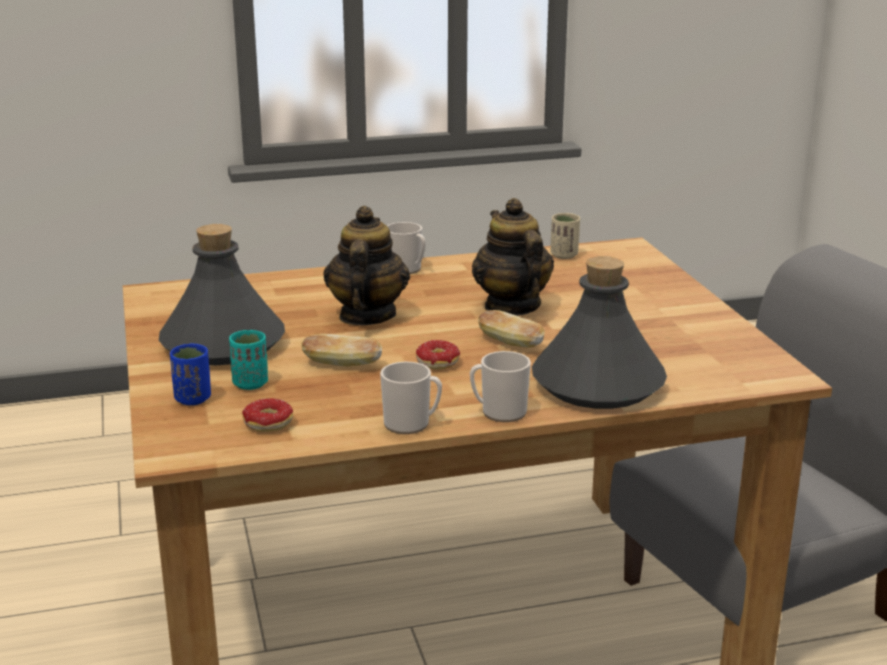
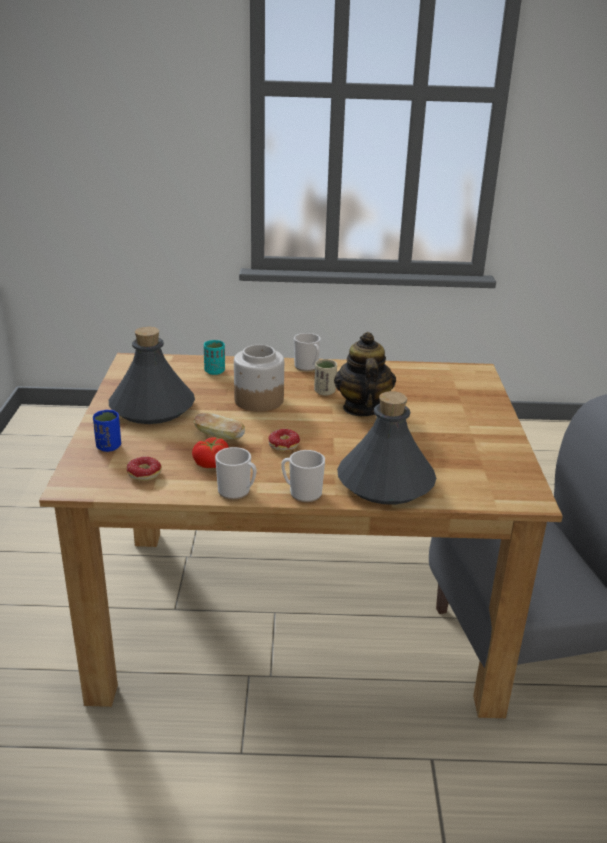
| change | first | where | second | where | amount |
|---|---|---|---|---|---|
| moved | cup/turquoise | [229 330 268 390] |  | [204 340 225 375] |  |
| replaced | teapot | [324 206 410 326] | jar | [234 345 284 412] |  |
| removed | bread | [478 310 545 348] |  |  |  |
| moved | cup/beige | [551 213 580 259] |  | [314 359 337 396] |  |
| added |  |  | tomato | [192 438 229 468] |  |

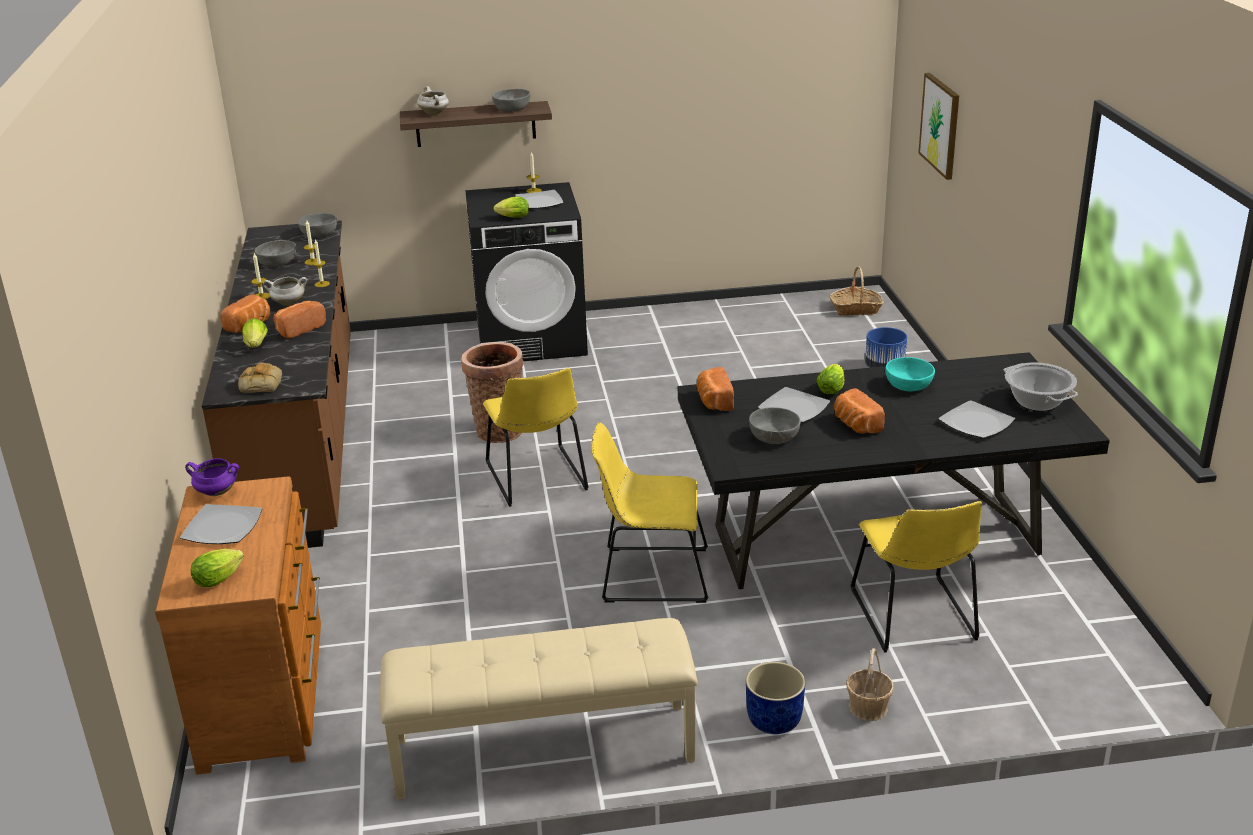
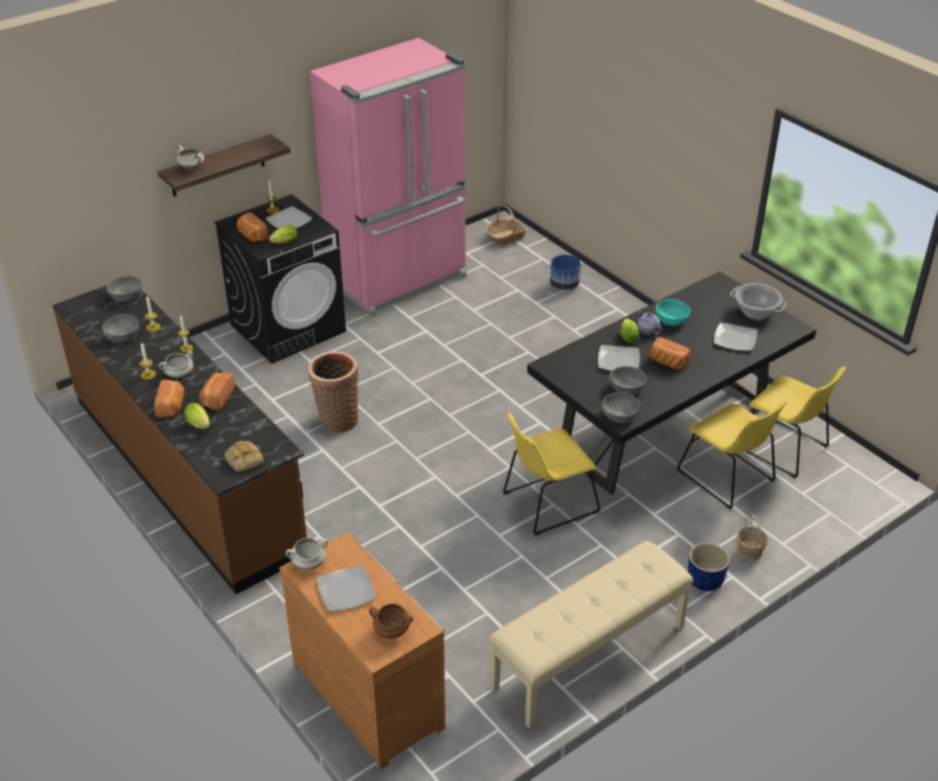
| change | first | where | second | where | amount |
|---|---|---|---|---|---|
| recoloured | cooking pot/purple | [185 458 239 496] | cooking pot/white | [286 538 328 570] |  |
| replaced | lettuce | [191 549 244 587] | cooking pot/brown | [369 604 413 638] |  |
| moved | chair/yellow | [483 368 588 507] |  | [747 367 846 478] |  |
| moved | bowl/grey | [492 89 530 112] |  | [602 392 640 423] |  |
| moved | bread | [696 367 734 411] |  | [237 212 268 242] |  |
| removed | picture | [918 73 959 180] |  |  |  |
| added |  |  | fridge/pink | [310 38 466 317] |  |
| added |  |  | teapot | [637 309 662 335] |  |

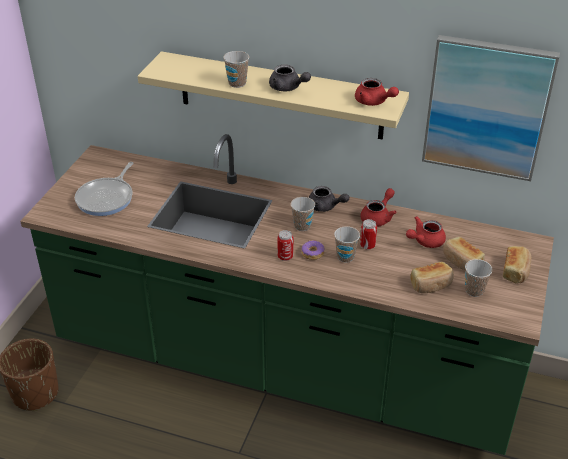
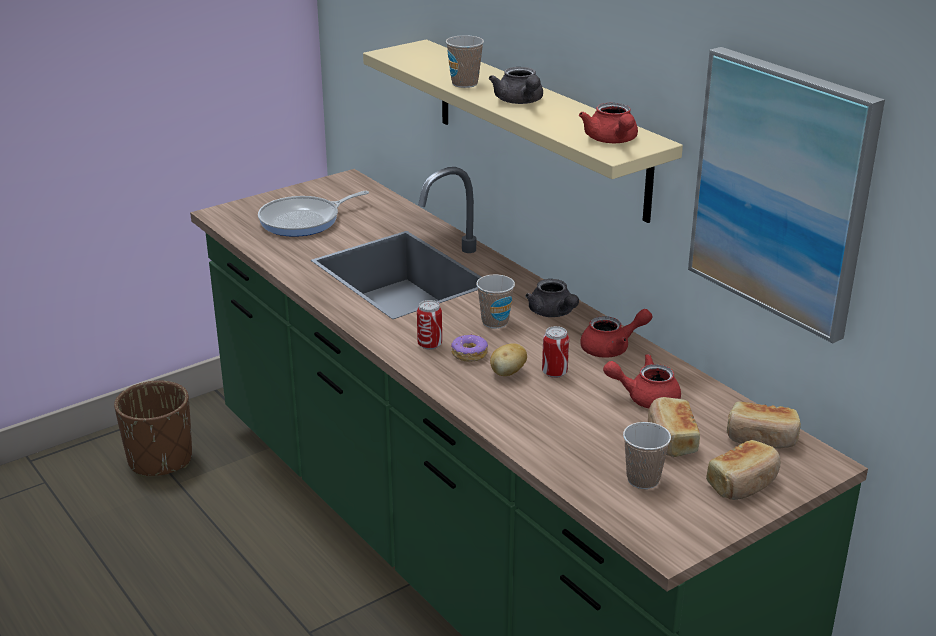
| change | first | where | second | where | amount |
|---|---|---|---|---|---|
| replaced | cup | [334 226 360 263] | potato | [490 343 527 376] |  |
| moved | bread | [410 262 454 293] |  | [727 402 801 449] |  |

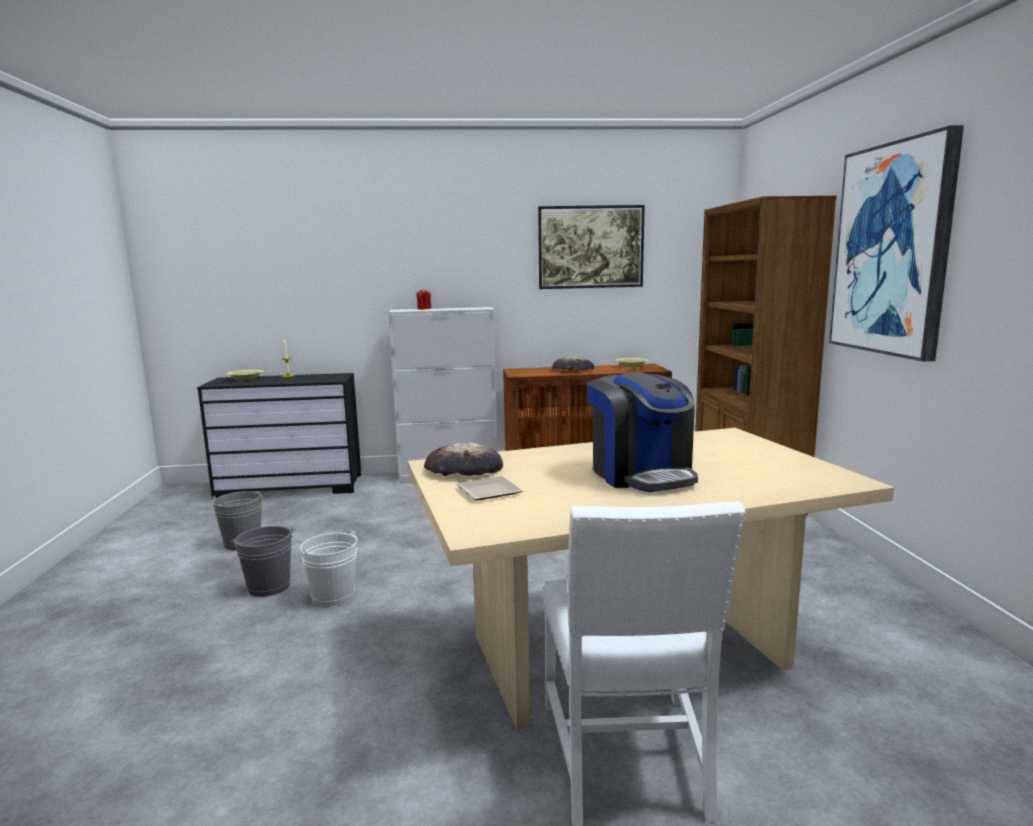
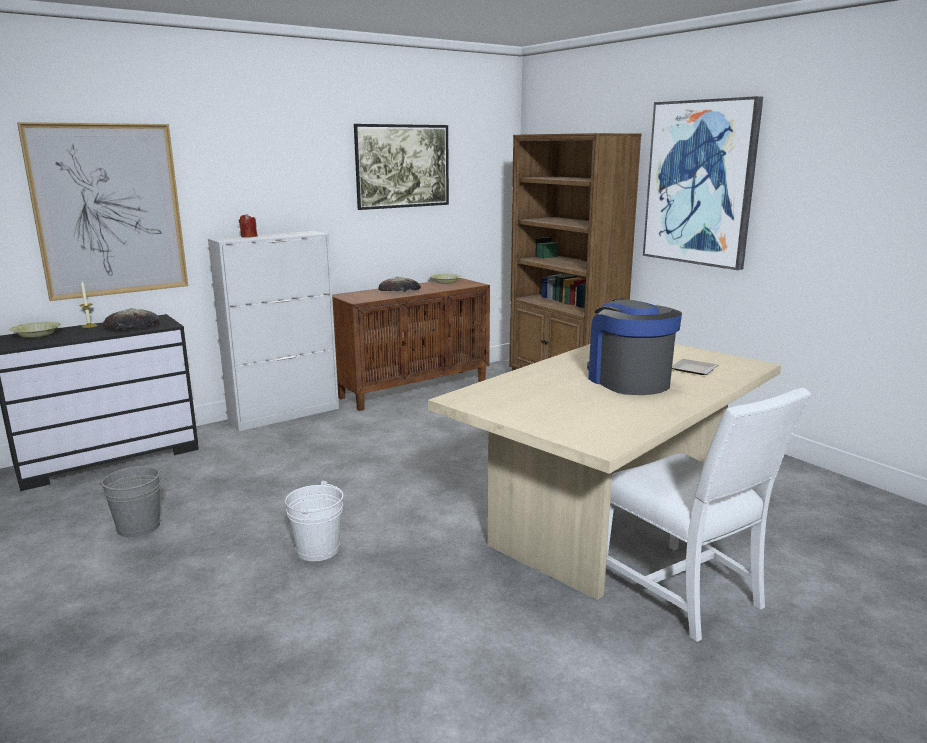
| change | first | where | second | where | amount |
|---|---|---|---|---|---|
| removed | bucket/grey | [231 526 295 597] |  |  |  |
| moved | bread | [424 442 503 476] |  | [103 308 161 329] |  |
| moved | plate | [457 476 523 500] |  | [672 359 718 375] |  |
| turned | coffee machine | [587 372 698 492] |  | [587 298 682 395] | 150 degrees counterclockwise |
| added |  |  | picture | [17 122 188 301] |  |

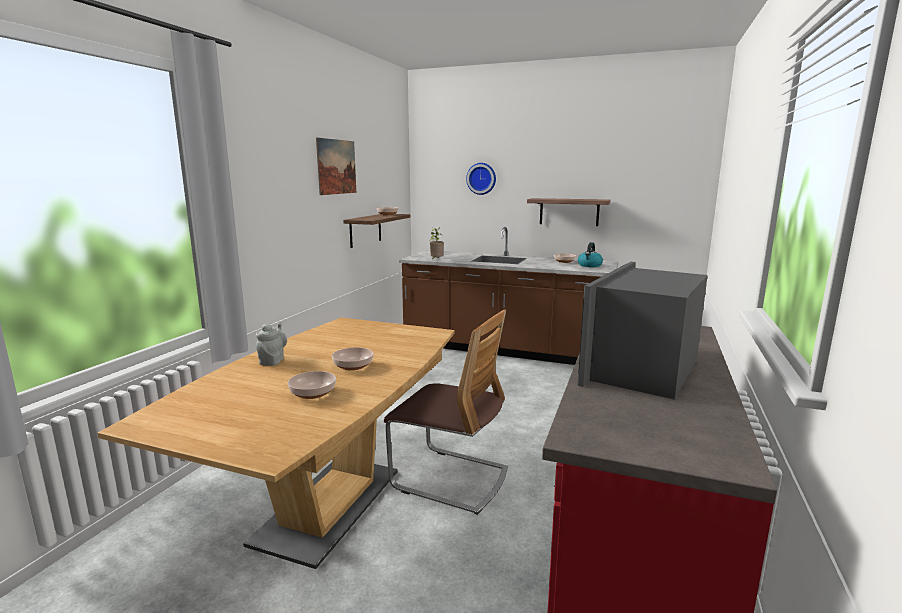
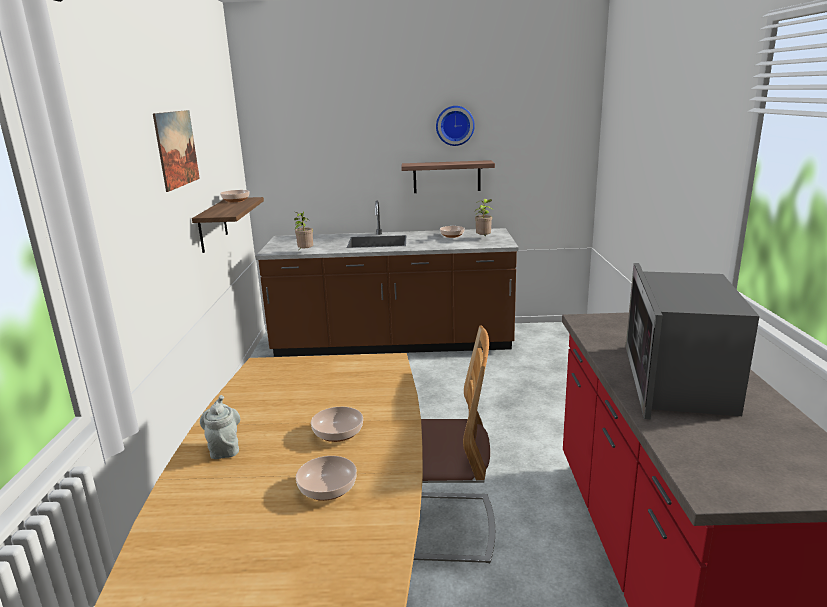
| change | first | where | second | where | amount |
|---|---|---|---|---|---|
| moved | wall clock | [466 163 496 195] |  | [436 106 475 146] |  |
| replaced | kettle | [578 242 603 267] | potted plant | [475 199 492 236] |  |

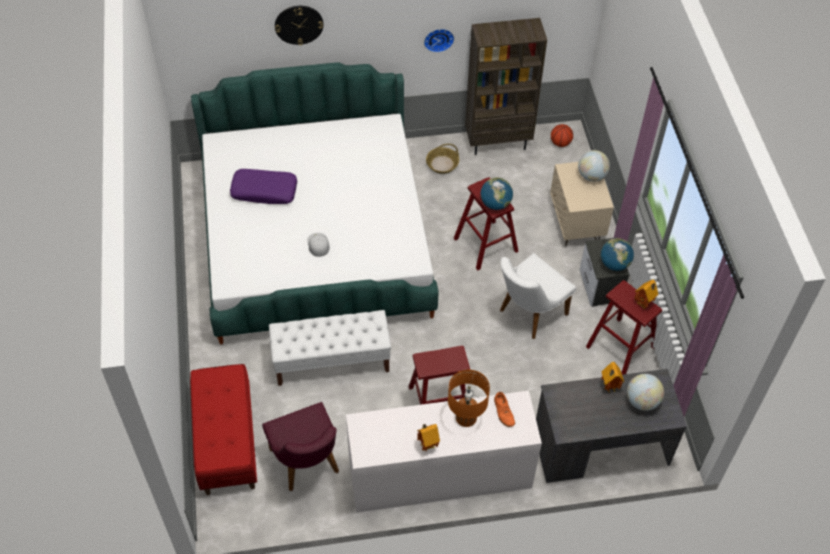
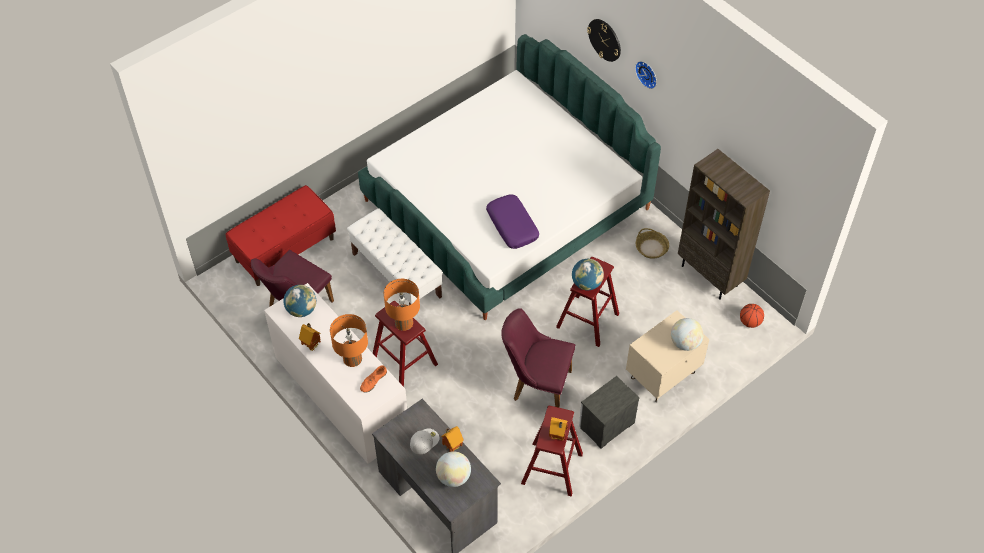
| change | first | where | second | where | amount |
|---|---|---|---|---|---|
| moved | pillow/purple | [230 169 297 204] |  | [486 194 539 249] |  |
| moved | cap/white | [307 233 330 257] |  | [410 428 440 454] |  |
| moved | wall clock | [424 29 454 53] |  | [635 61 657 89] |  |
| recoloured | chair/white | [500 253 576 339] | chair/purple | [501 308 575 408] |  |
| moved | globe | [601 238 634 271] |  | [283 285 316 317] |  |
| added |  |  | table lamp/orange | [384 279 420 331] |  |

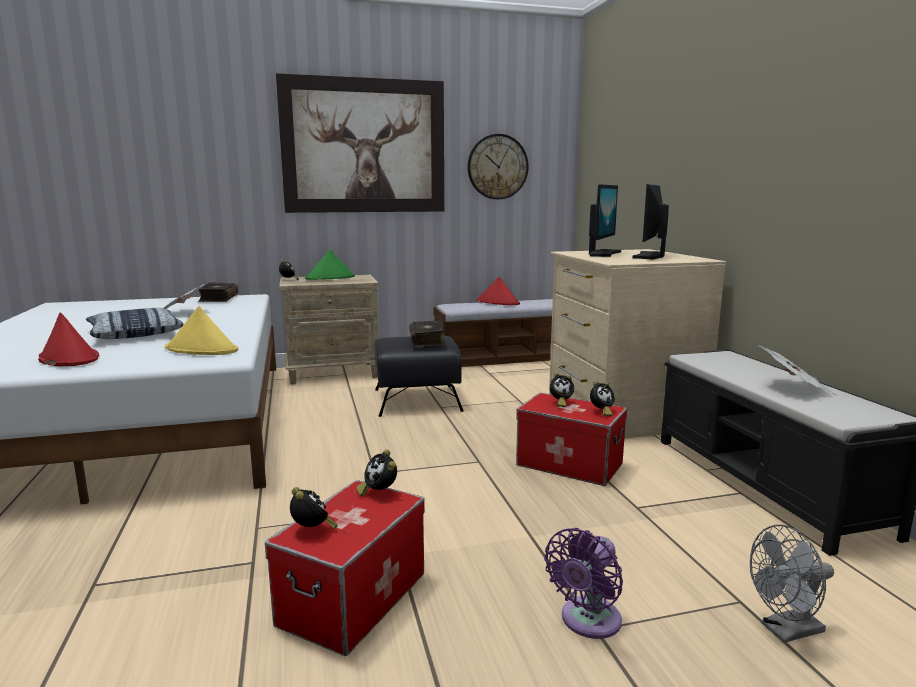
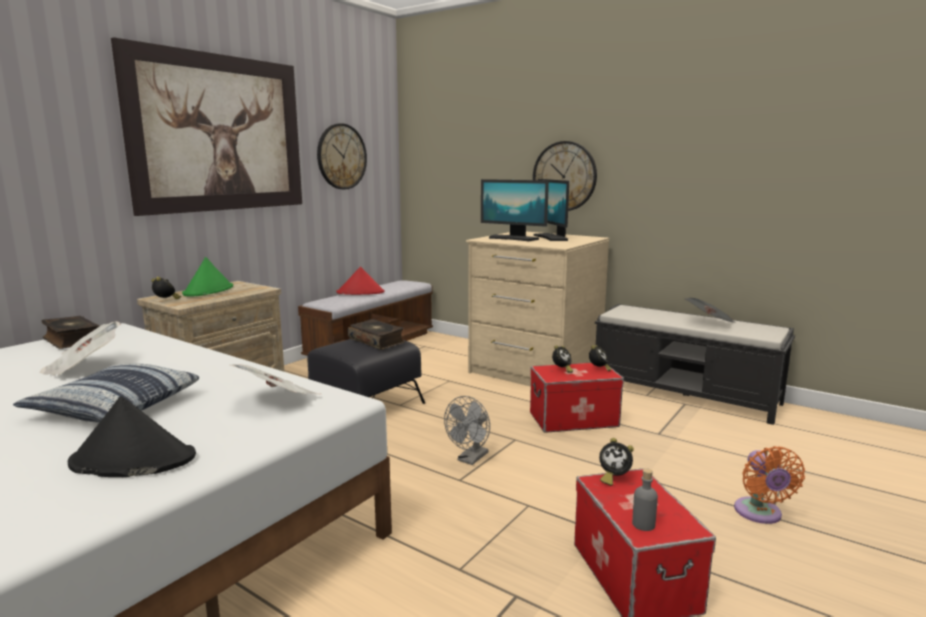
| change | first | where | second | where | amount |
|---|---|---|---|---|---|
| recoloured | hat/red | [38 313 99 366] | hat/black | [68 396 196 477] |  |
| replaced | hat/yellow | [165 306 238 355] | newspaper | [230 364 319 395] |  |
| replaced | alarm clock | [290 487 338 529] | bottle/grey | [632 468 658 531] |  |
| recoloured | fan/purple | [544 528 623 639] | fan/orange | [734 446 805 524] |  |
| turned | monitor | [589 184 621 257] |  | [481 179 549 241] | 135 degrees clockwise |
| moved | fan/grey | [750 525 834 643] |  | [444 396 490 465] |  |
| added |  |  | wall clock | [533 141 597 211] |  |

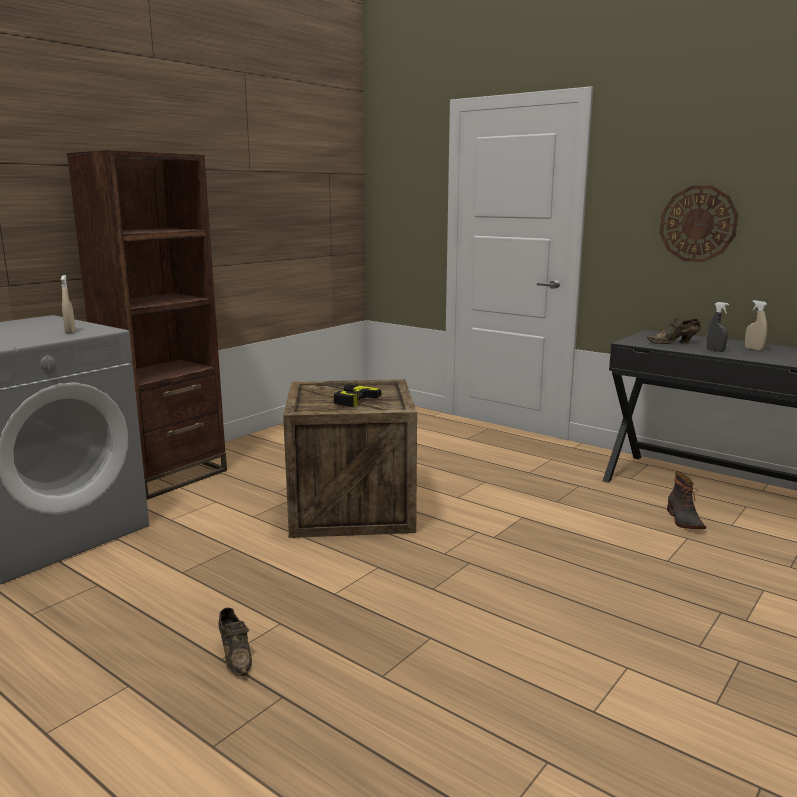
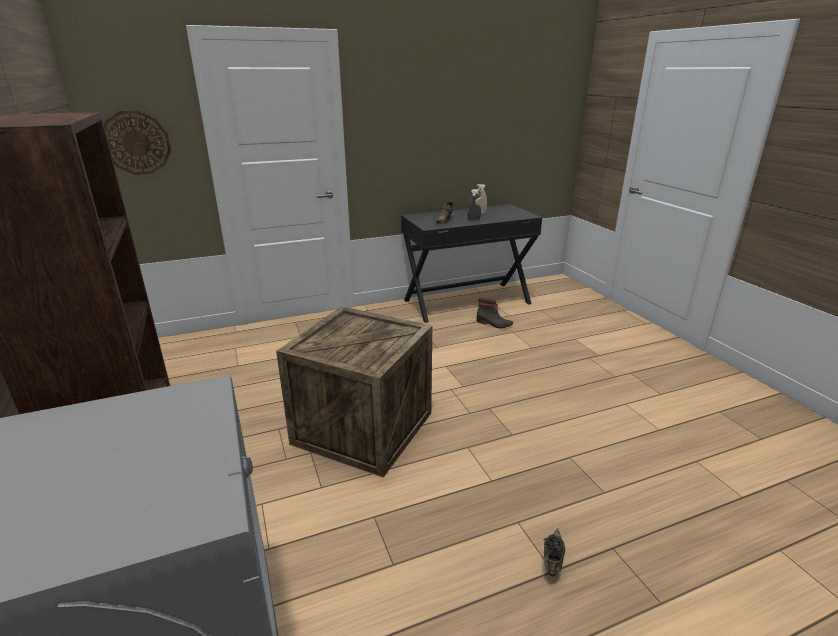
| change | first | where | second | where | amount |
|---|---|---|---|---|---|
| removed | spray bottle/beige | [61 275 75 334] |  |  |  |
| turned | shoe/brown | [218 607 252 676] |  | [544 528 565 576] | 75 degrees counterclockwise |
| removed | power drill | [328 385 381 407] |  |  |  |
| moved | wall clock | [660 186 738 262] |  | [104 111 171 175] |  |

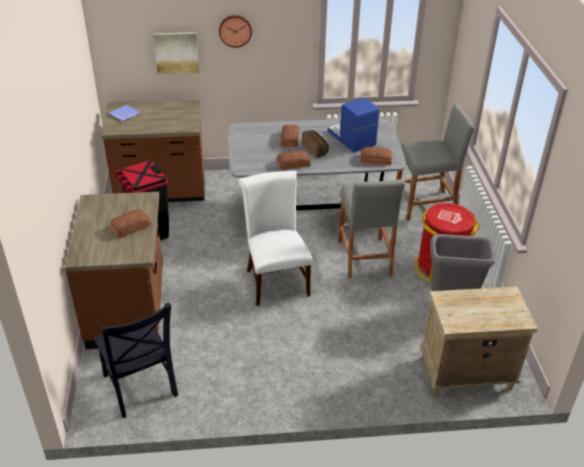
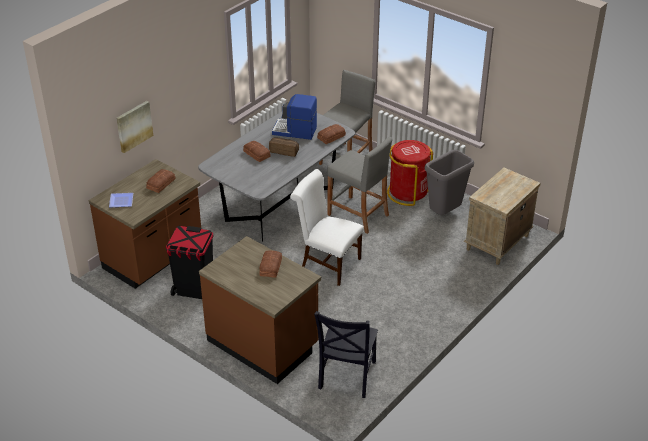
| change | first | where | second | where | amount |
|---|---|---|---|---|---|
| turned | chair/black | [94 303 178 418] |  | [314 311 378 398] | 90 degrees clockwise |
| removed | wall clock | [219 15 252 48] |  |  |  |
| moved | bread | [277 150 311 170] |  | [146 169 176 193] |  |

